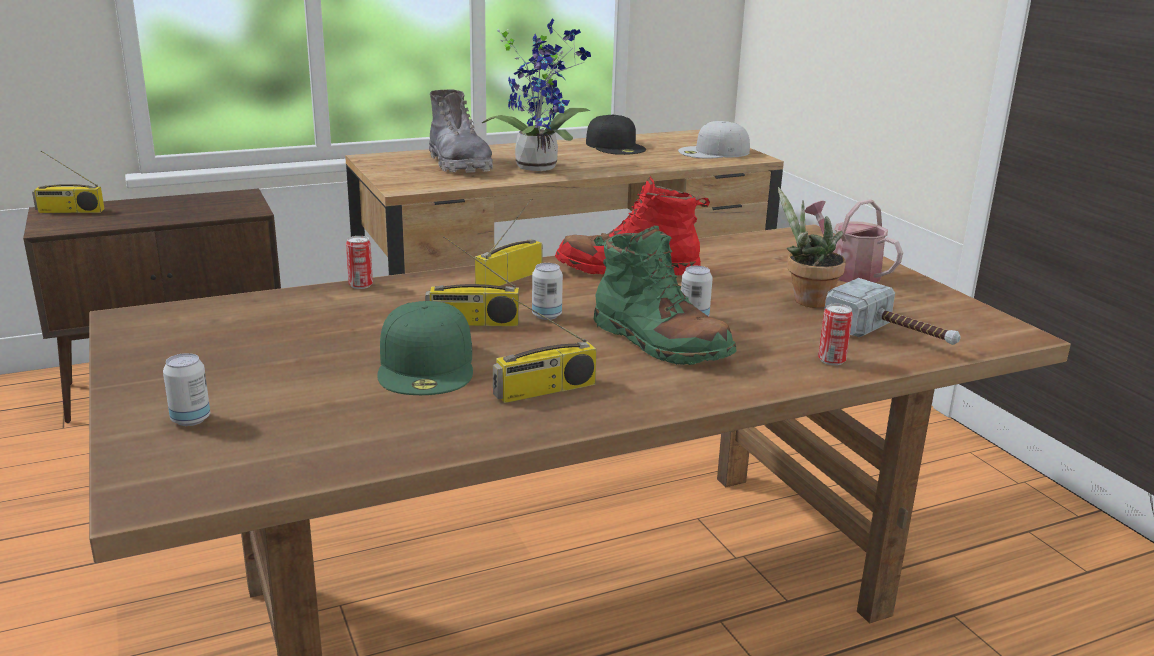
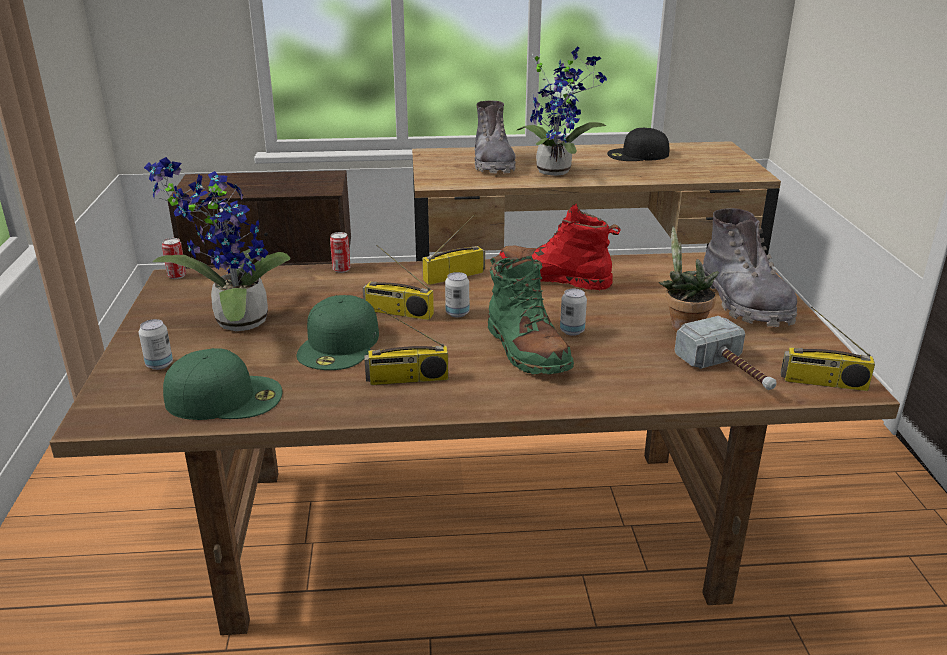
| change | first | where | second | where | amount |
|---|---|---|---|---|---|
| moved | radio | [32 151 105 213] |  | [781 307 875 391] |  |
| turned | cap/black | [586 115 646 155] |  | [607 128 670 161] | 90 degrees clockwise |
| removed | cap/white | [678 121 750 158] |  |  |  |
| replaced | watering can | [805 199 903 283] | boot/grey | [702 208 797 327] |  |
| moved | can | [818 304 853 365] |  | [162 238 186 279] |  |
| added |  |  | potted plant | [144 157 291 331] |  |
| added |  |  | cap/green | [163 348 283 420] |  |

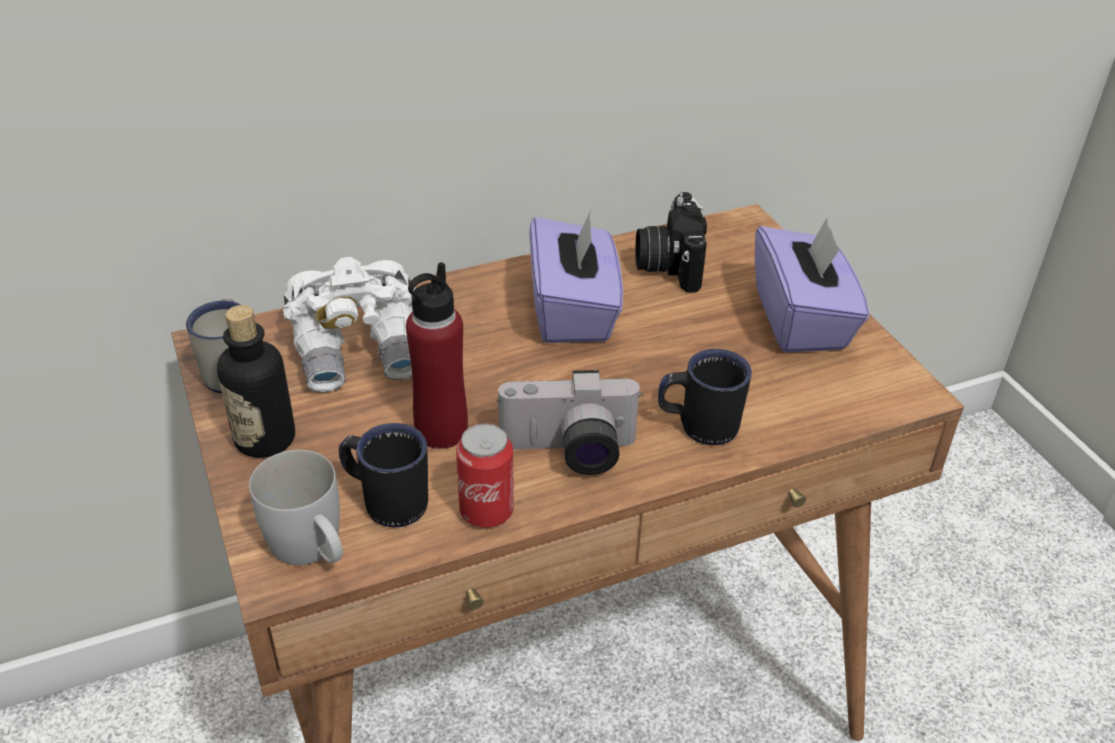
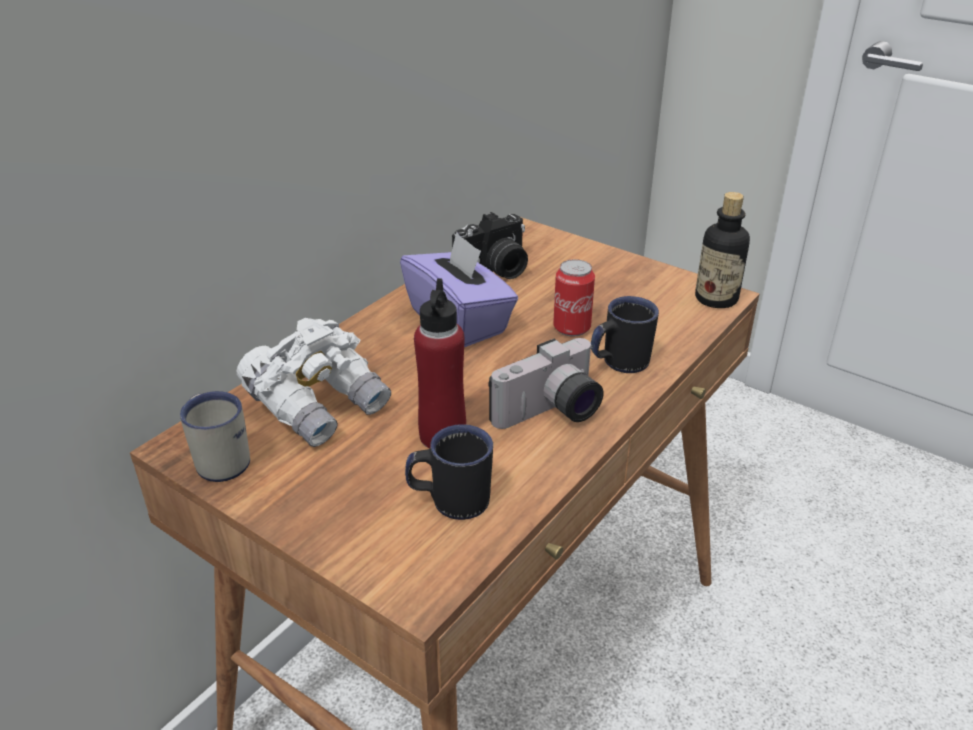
| change | first | where | second | where | amount |
|---|---|---|---|---|---|
| moved | bottle | [217 305 295 458] |  | [695 192 750 308] |  |
| removed | mug/white | [249 450 343 565] |  |  |  |
| moved | can | [456 423 514 528] |  | [553 259 595 337] |  |
| turned | photo camera | [635 192 707 292] |  | [452 212 528 279] | 90 degrees counterclockwise |
| removed | tissue box/purple | [755 218 869 353] |  |  |  |

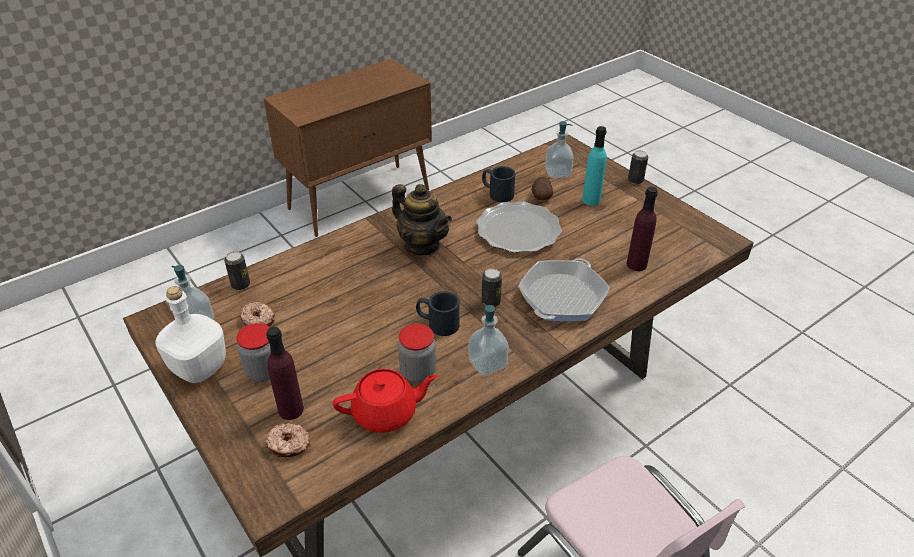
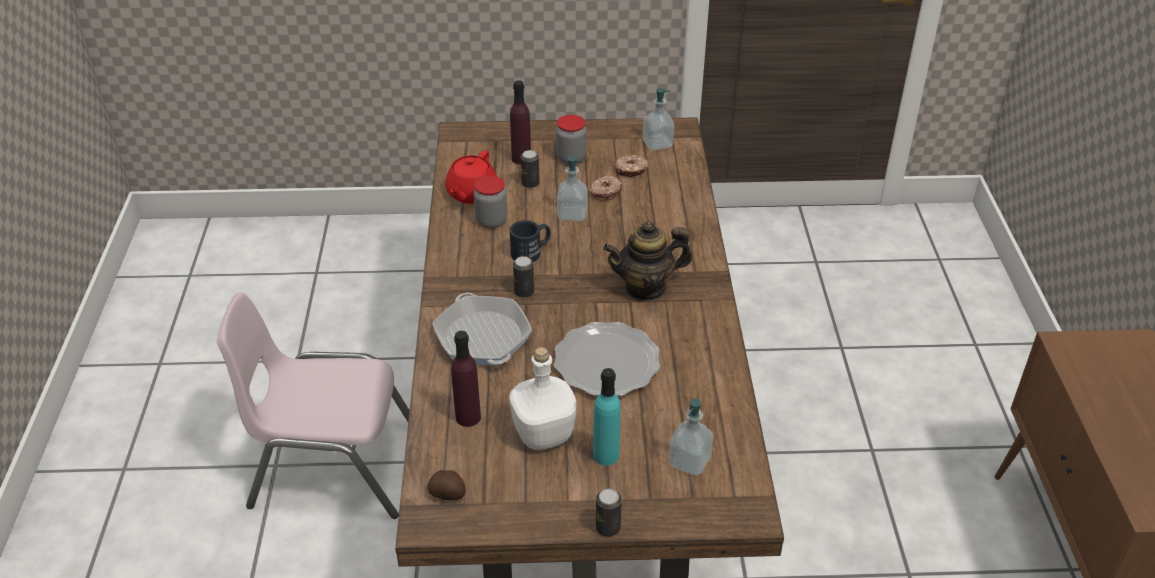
| change | first | where | second | where | amount |
|---|---|---|---|---|---|
| moved | bottle/white | [155 286 226 383] |  | [509 347 577 450] |  |
| moved | can | [224 252 250 290] |  | [520 150 539 188] |  |
| moved | donut | [264 423 311 457] |  | [590 176 622 201] |  |
| moved | soap dispenser | [469 303 509 376] |  | [557 156 588 222] |  |
| removed | mug/black | [482 166 516 202] |  |  |  |
| moved | potato | [531 177 553 200] |  | [428 470 466 500] |  |

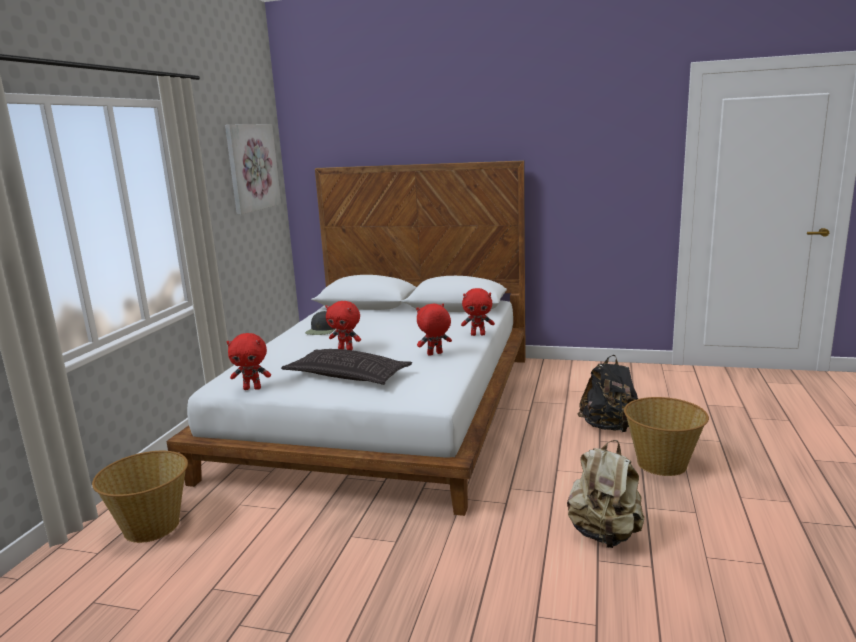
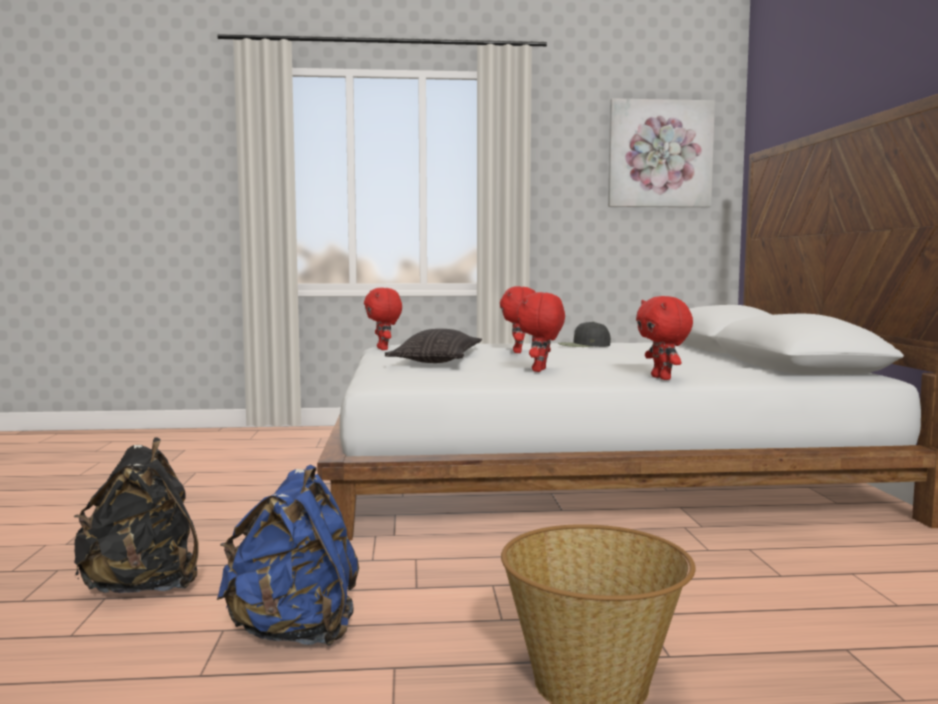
| change | first | where | second | where | amount |
|---|---|---|---|---|---|
| removed | basket | [92 451 188 543] |  |  |  |
| turned | plush toy/red | [416 304 452 356] |  | [517 292 565 372] | 120 degrees counterclockwise |
| recoloured | backpack/beige | [567 440 644 548] | backpack/blue | [216 465 359 646] |  |
| moved | backpack/black | [577 355 638 433] |  | [74 438 198 593] |  |

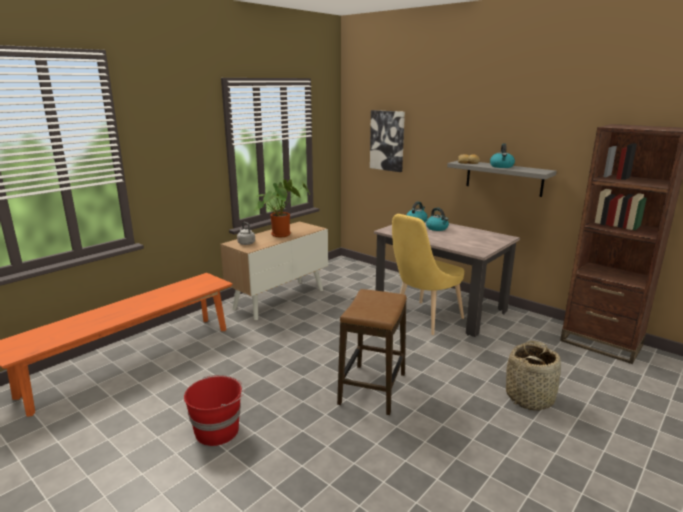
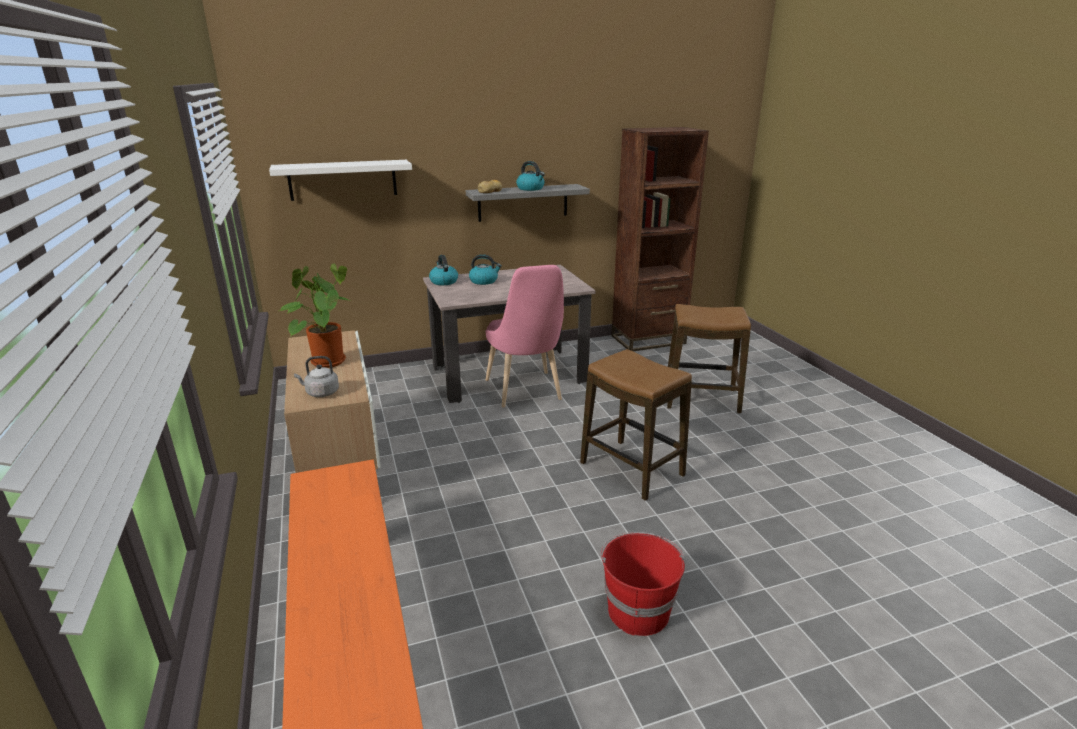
| change | first | where | second | where | amount |
|---|---|---|---|---|---|
| replaced | picture | [370 110 405 172] | shelf/white | [269 160 412 201] |  |
| recoloured | chair/yellow | [392 214 464 335] | chair/pink | [485 265 564 408] |  |
| replaced | basket | [506 341 561 411] | stool | [667 304 751 413] |  |

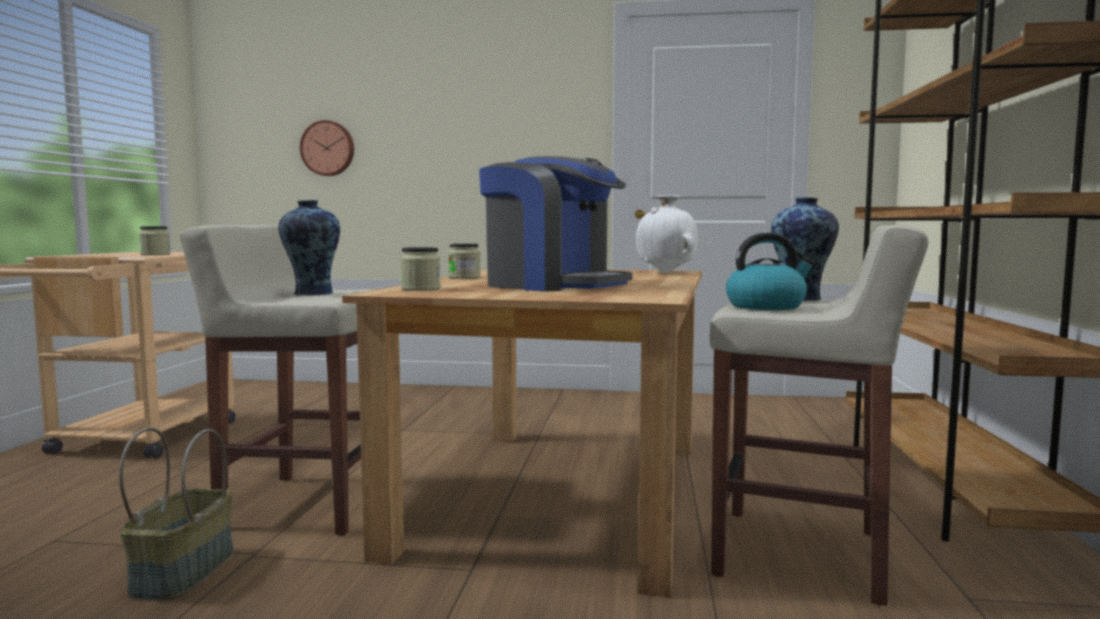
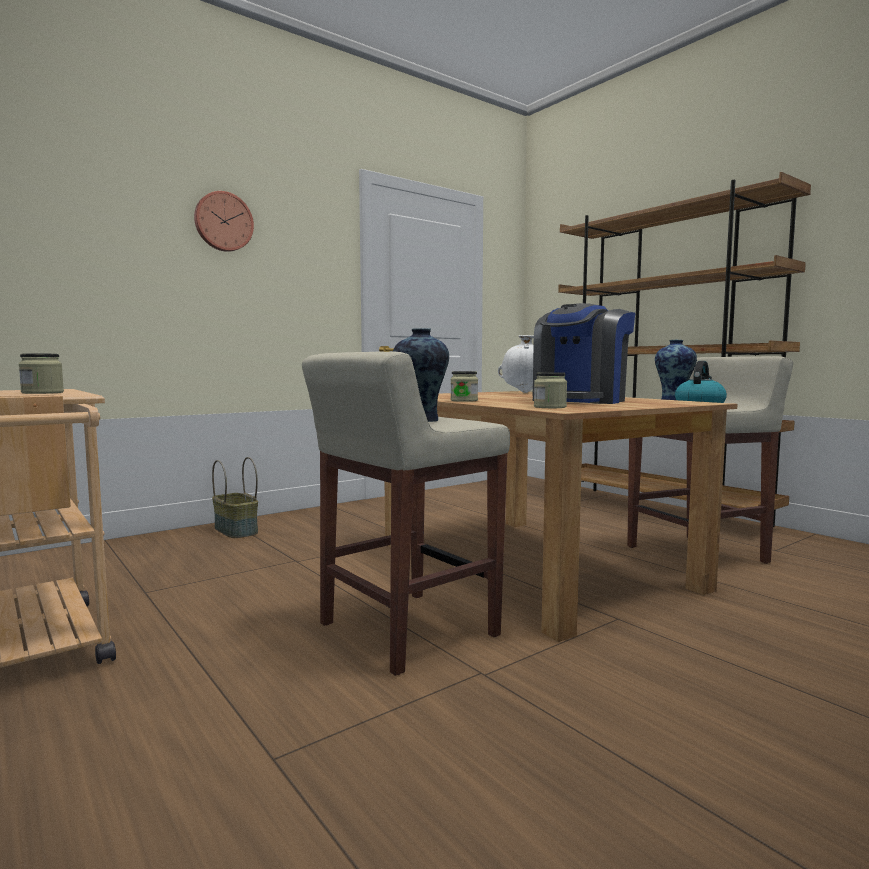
| change | first | where | second | where | amount |
|---|---|---|---|---|---|
| moved | basket | [119 427 233 600] |  | [212 457 258 538] |  |
| moved | wall clock | [300 120 354 176] |  | [194 191 254 252] |  |
| turned | coffee machine | [479 156 633 292] |  | [532 303 635 404] | 135 degrees clockwise |

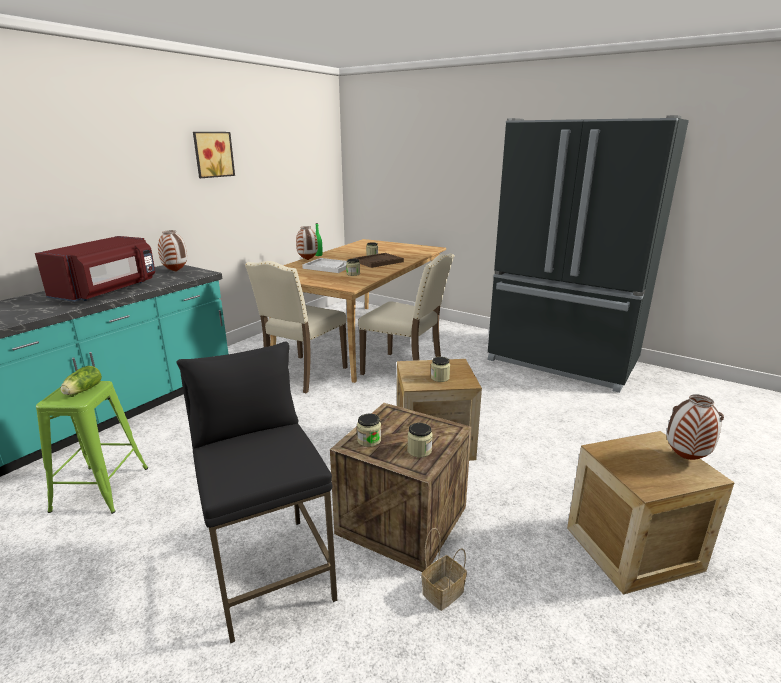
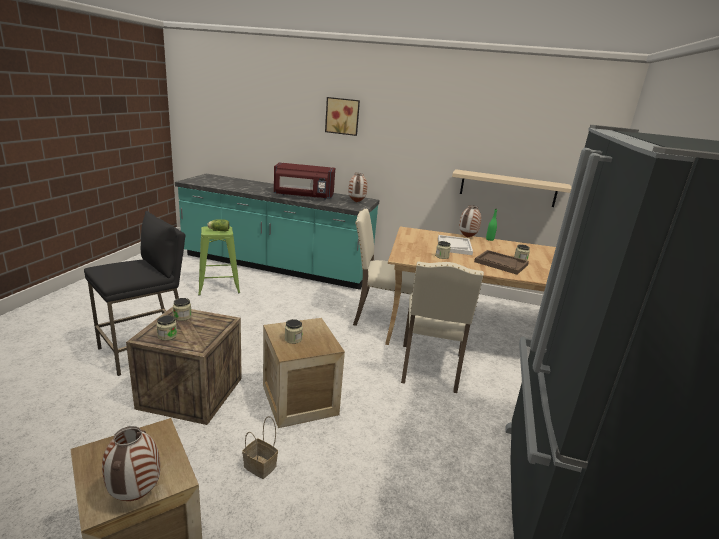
| change | first | where | second | where | amount |
|---|---|---|---|---|---|
| moved | picture | [193 132 235 178] |  | [325 97 360 136] |  |
| moved | basket | [421 528 467 611] |  | [242 416 278 479] |  |
| added |  |  | shelf/beige | [452 169 572 207] |  |

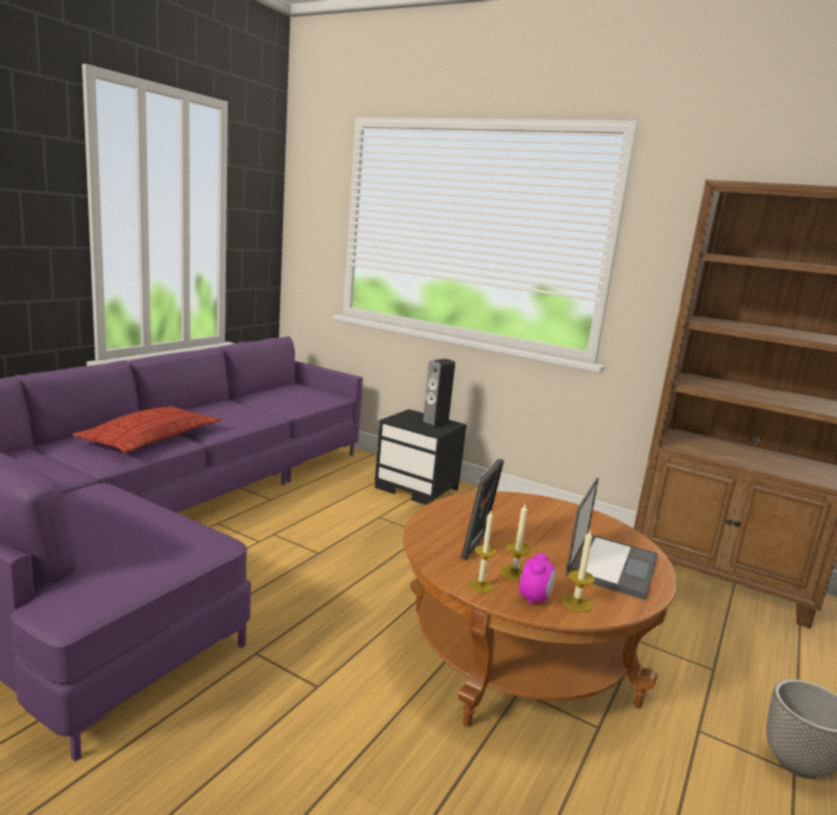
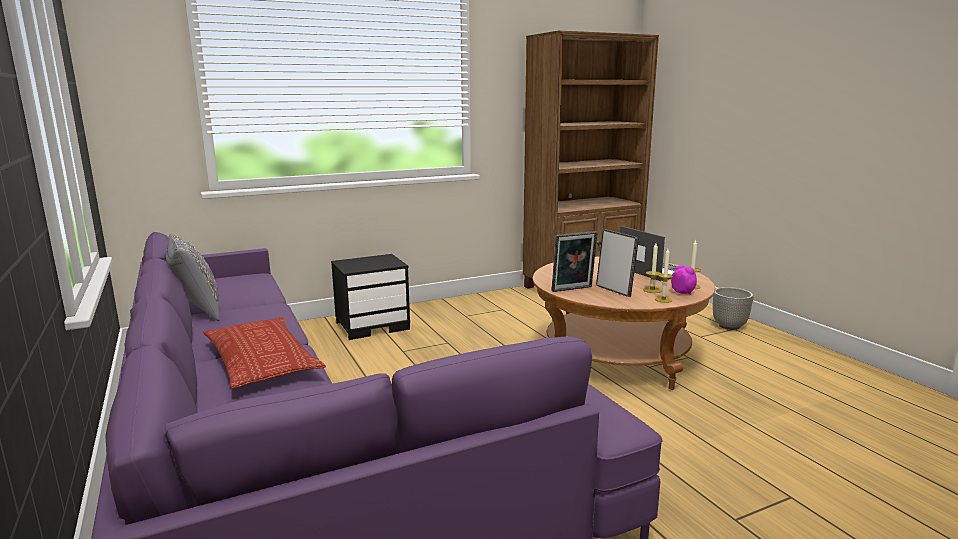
| change | first | where | second | where | amount |
|---|---|---|---|---|---|
| removed | speaker | [421 359 455 429] |  |  |  |
| added |  |  | pillow/grey | [165 234 220 321] |  |
| added |  |  | picture frame | [552 231 597 292] |  |

